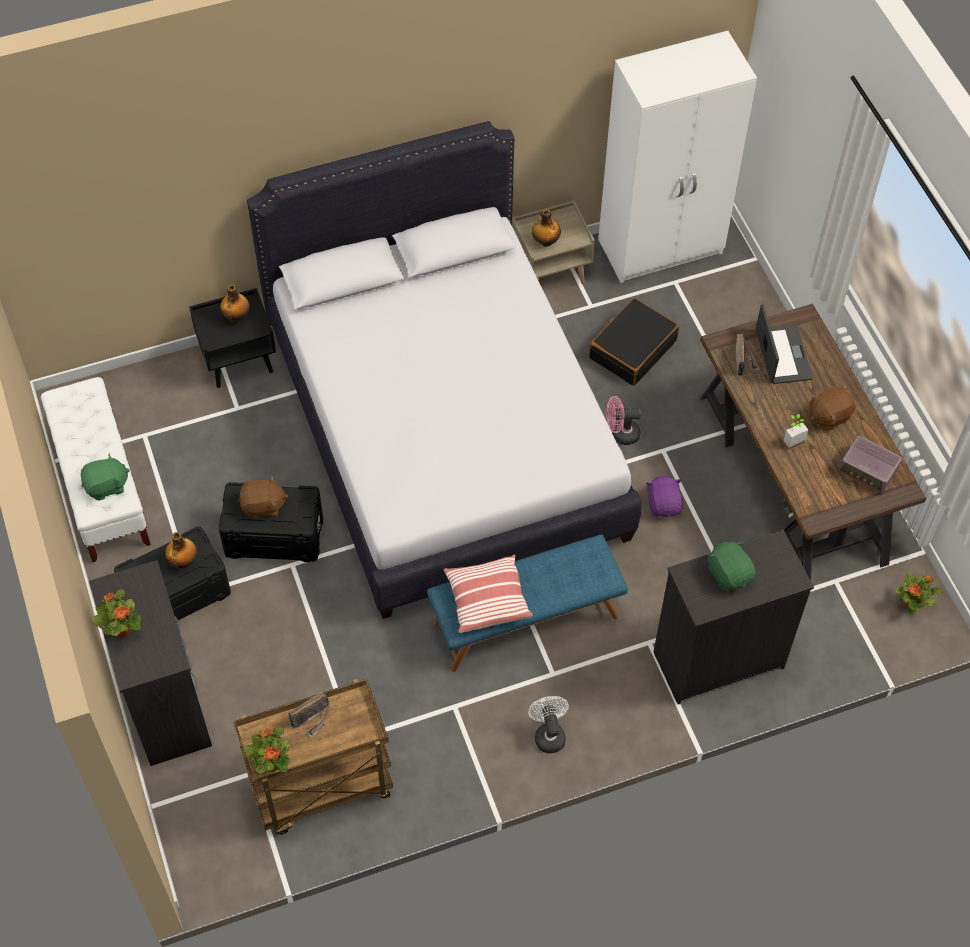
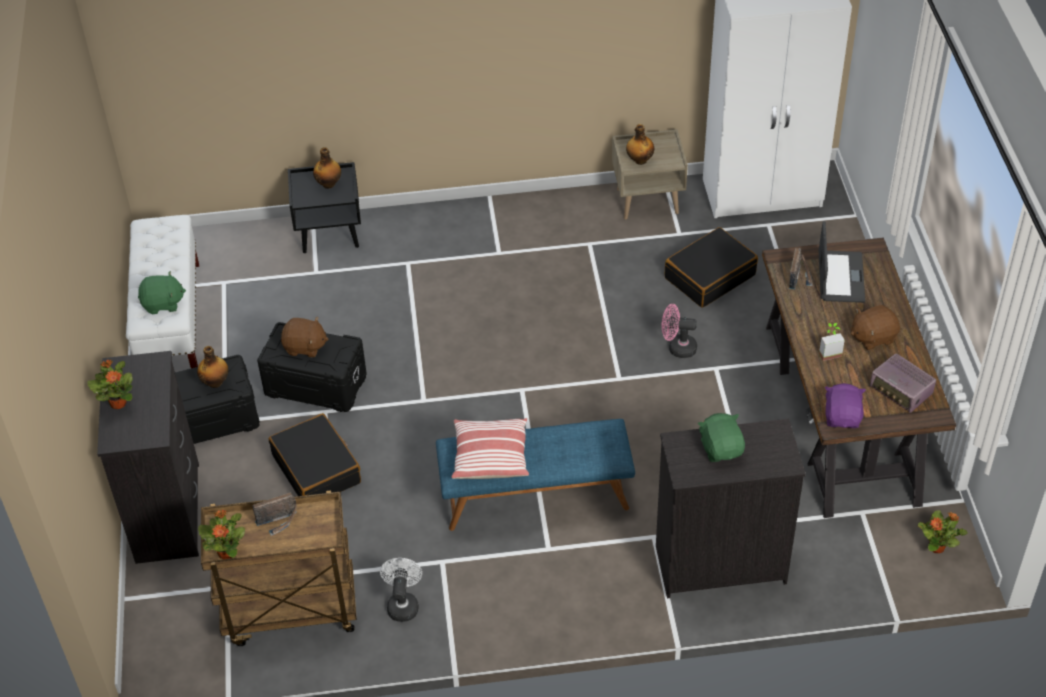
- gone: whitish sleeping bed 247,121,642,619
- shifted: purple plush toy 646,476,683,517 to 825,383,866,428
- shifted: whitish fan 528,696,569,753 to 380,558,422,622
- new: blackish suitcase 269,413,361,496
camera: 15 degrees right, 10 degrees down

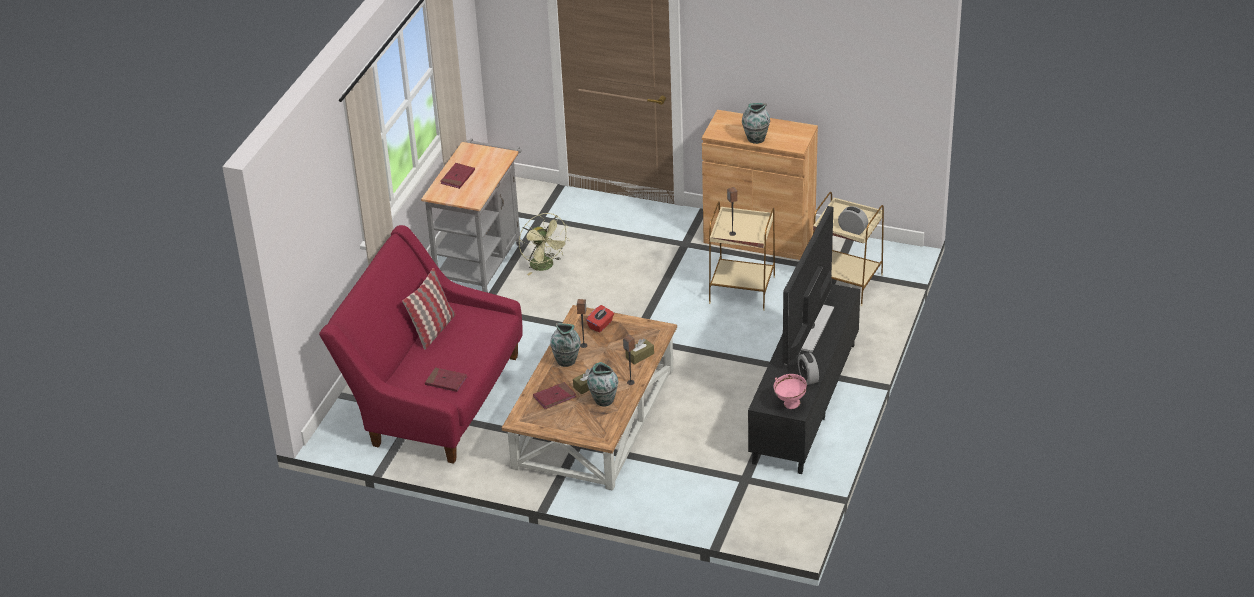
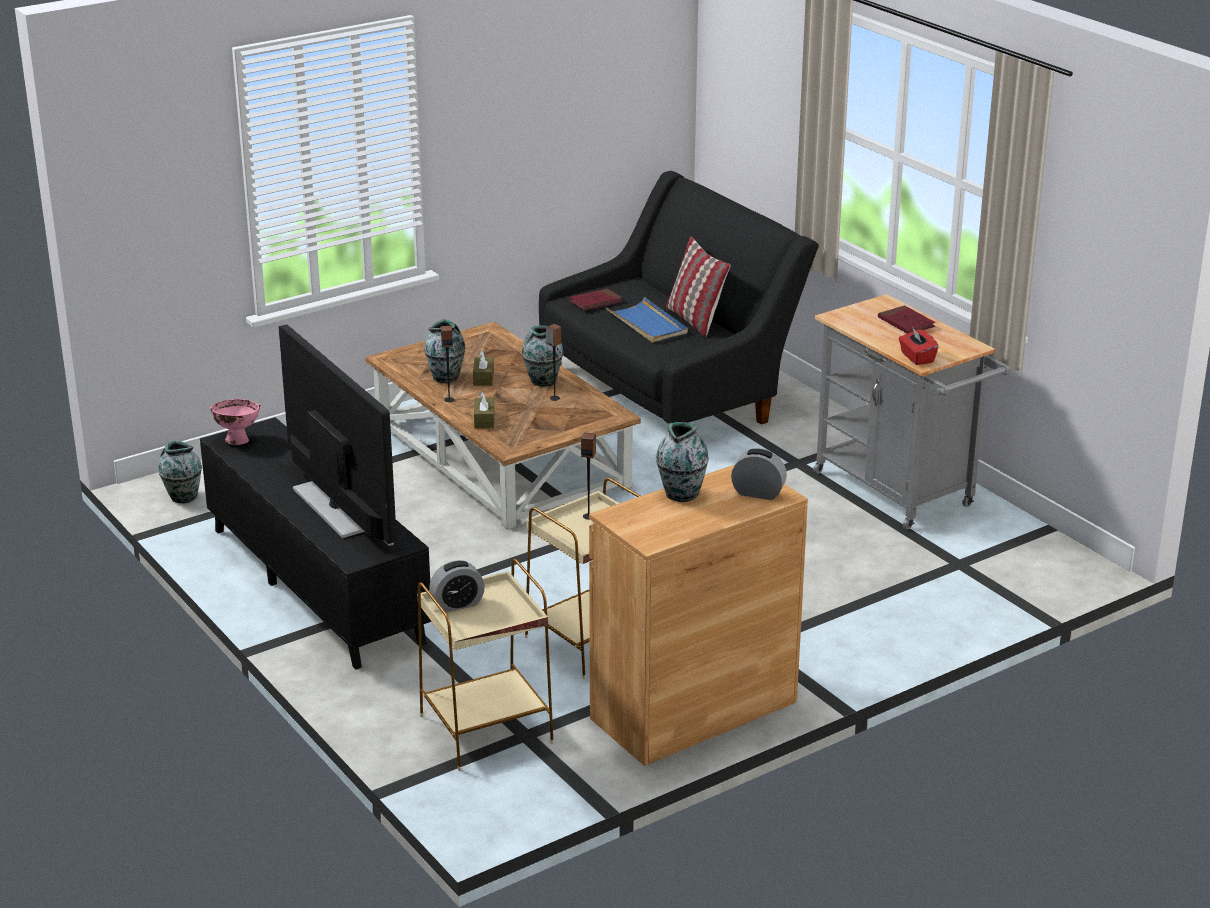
- gone: green-coloured fan 519,213,570,275
- repainted: reddish settee 319,225,523,464 to blackish settee 539,171,819,431
- shifted: reddish tissue box 586,305,614,332 to 899,327,939,365
- shifted: table clock 798,352,819,385 to 731,448,787,500
- gone: reddish volume 533,382,576,409
- new: bluish tray 605,297,688,343
- new: flower vase 158,440,202,503
camera: 125 degrees right, 10 degrees down

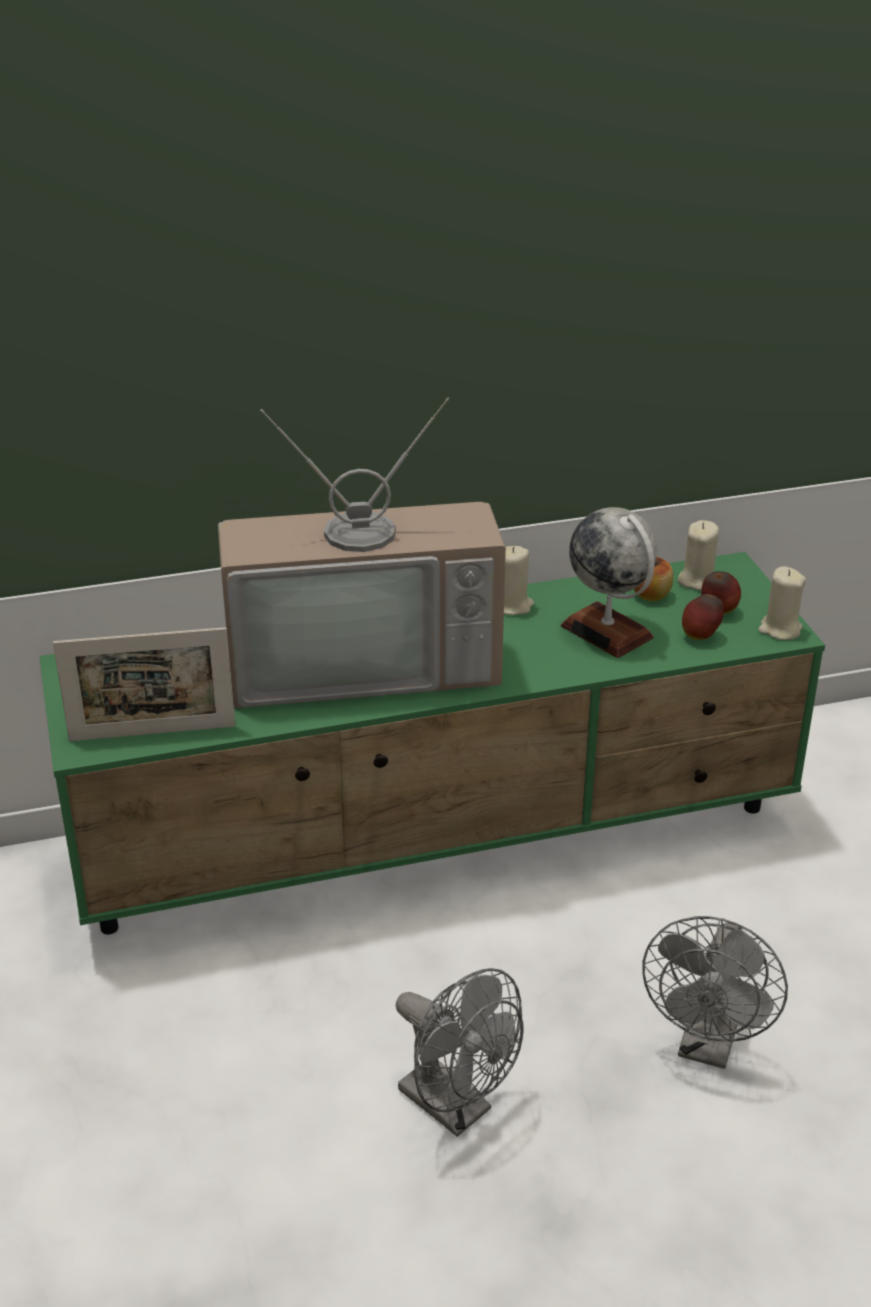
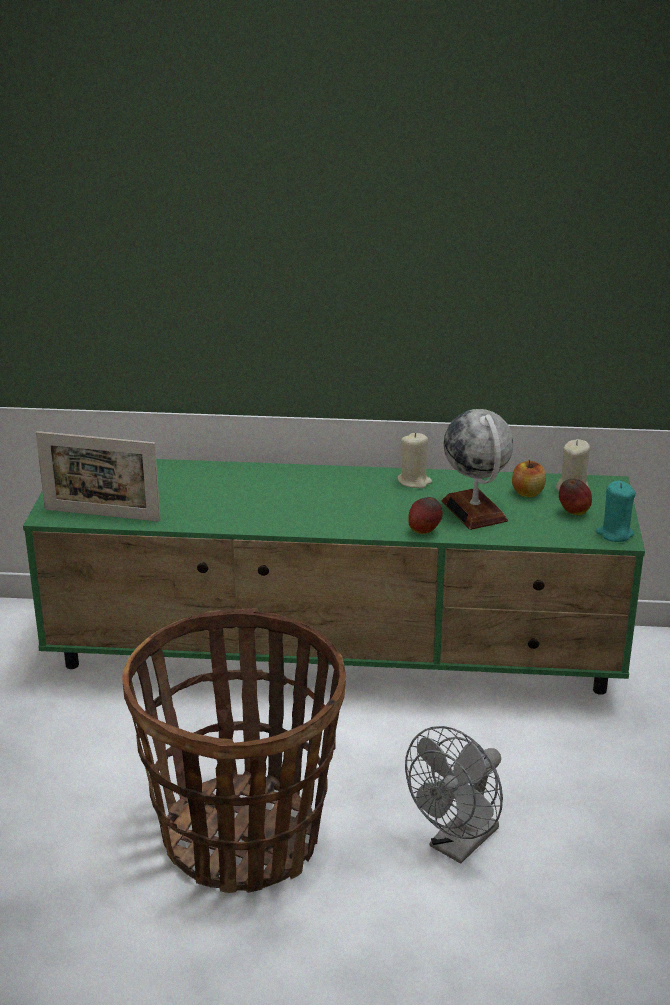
- gone: television 218,397,506,708
- repainted: sand-coloured wax light 758,566,806,640 to blue-green wax light 596,480,636,542
- shifted: apple 682,594,724,640 to 408,497,443,534
- swapped: greyish fan 396,968,524,1137 to household basket 122,609,346,893
camera: 20 degrees right, 5 degrees down

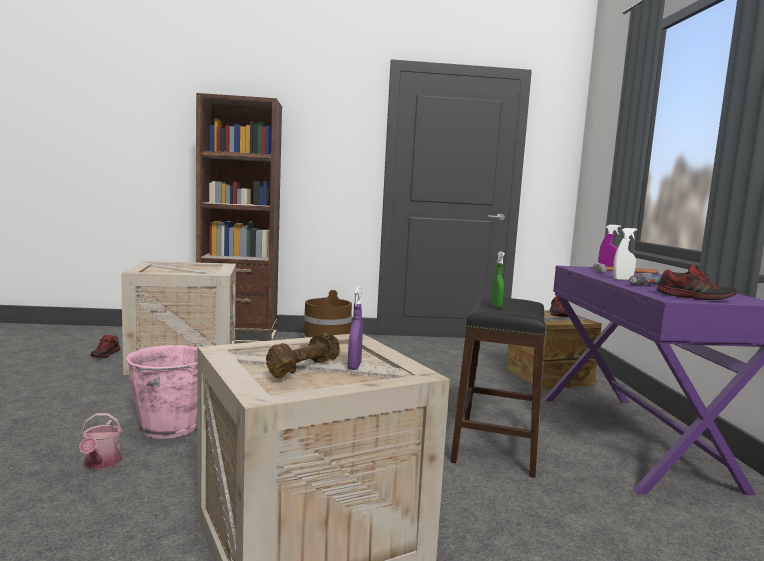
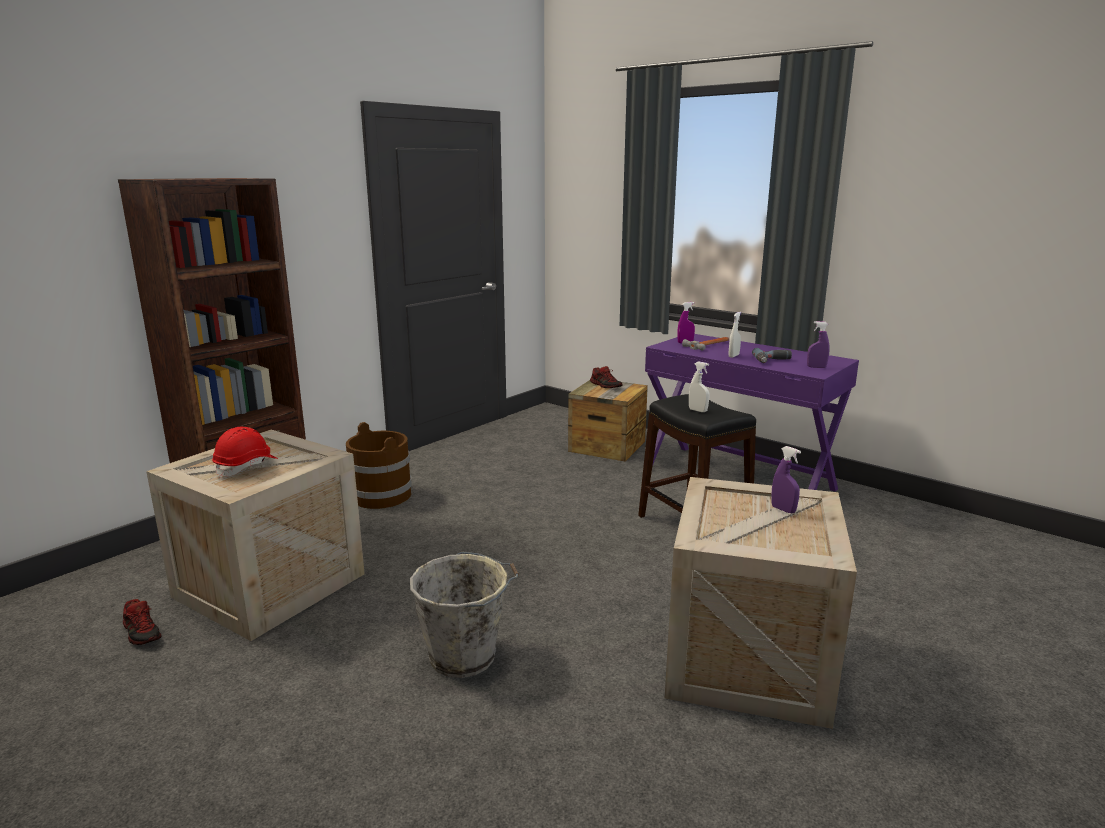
- repainted: green-coloured hand sprayer 491,251,505,308 to whitish hand sprayer 689,361,709,412
- swapped: low shoe 656,265,738,300 to purple hand sprayer 807,321,829,368
- gone: brown-coloured dumbbell 266,333,340,379
- repainted: pink water bucket 125,345,198,439 to greyish water bucket 410,552,519,678
- gone: watering can 79,413,122,469
- new: reddish hard hat 212,427,278,478
camera: 45 degrees left, 10 degrees up

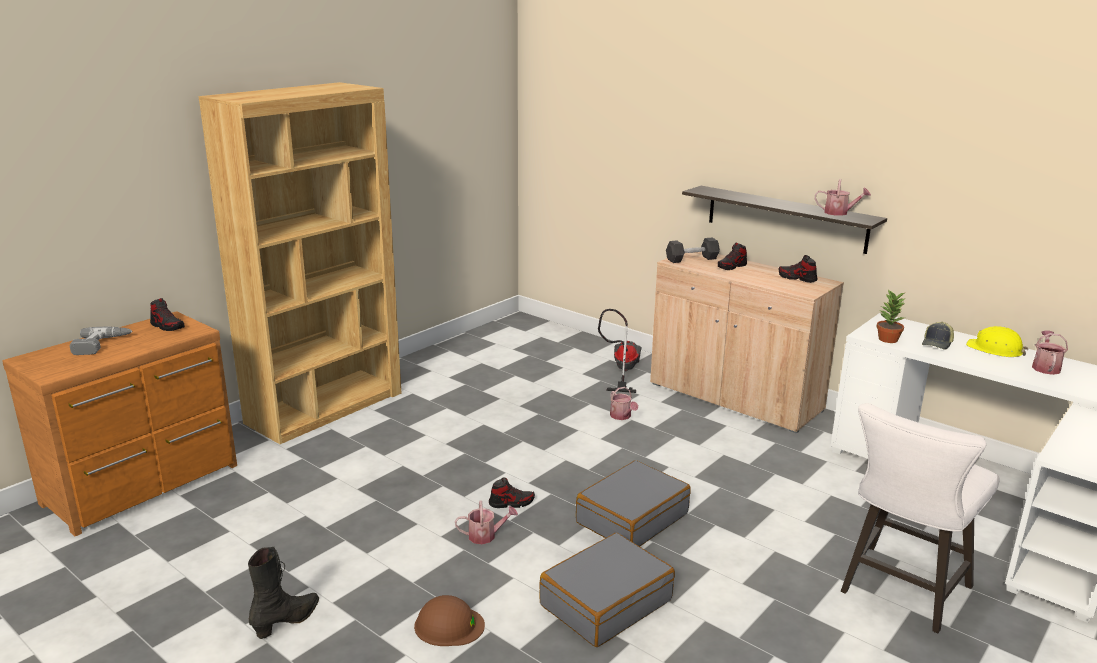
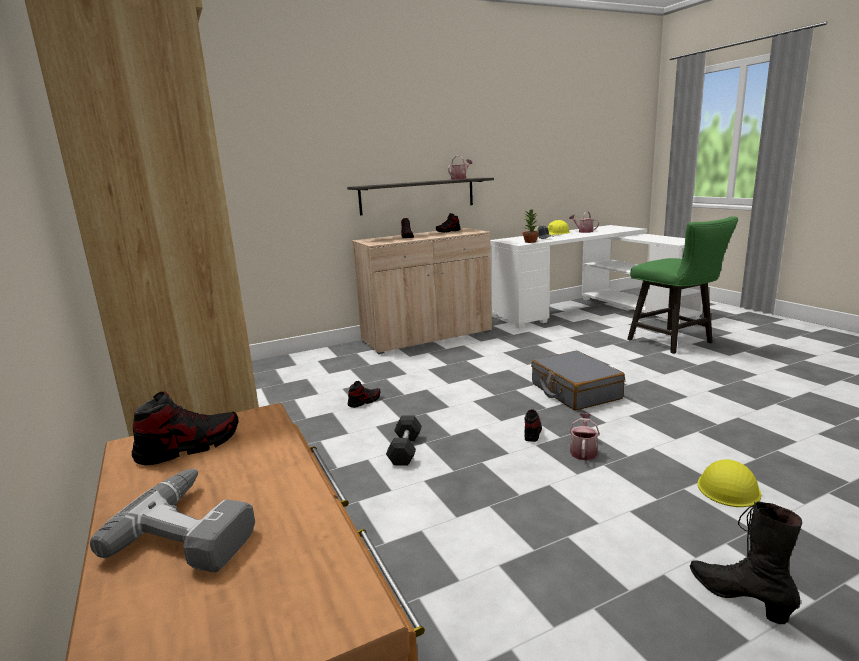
- shifted: blackish dumbbell 666,238,720,263 to 386,416,422,465
- gone: vacuum 598,309,642,393
- gone: watering can 610,387,638,420
- repainted: whitish stool 841,403,999,633 to green-coloured stool 627,216,738,354
- gone: greyish suitcase 539,533,675,647
- repainted: brown-coloured hard hat 414,595,485,646 to yellow hard hat 697,459,761,507
- new: low shoe 348,381,381,408
camera: 65 degrees left, 5 degrees down

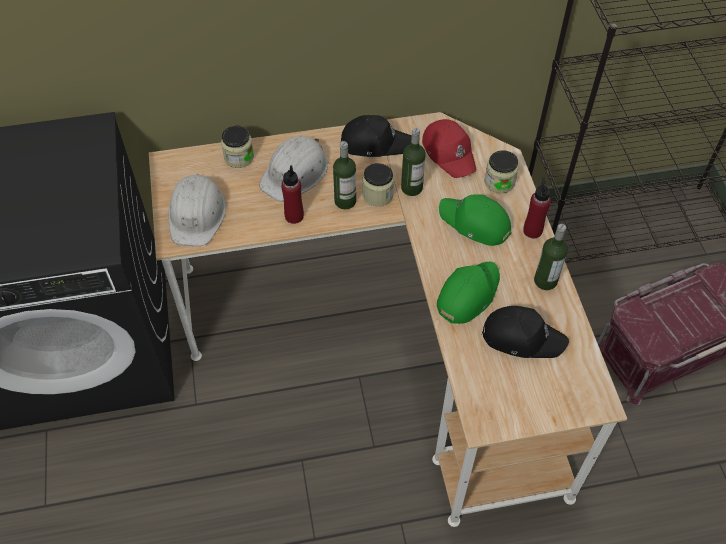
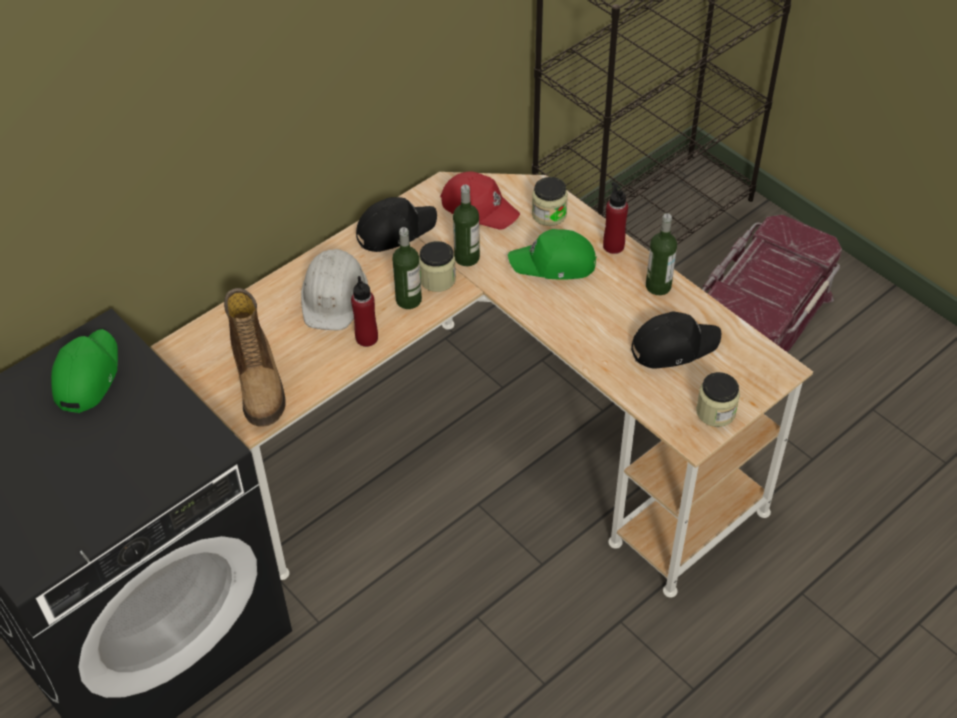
- shifted: storage jar 221,126,254,168 to 696,372,740,427
- swapped: whitish hard hat 169,174,226,246 to tall boot 224,288,286,427
- shifted: green-coloured peaked cap 437,262,500,324 to 51,329,118,413
camera: 30 degrees left, 5 degrees down

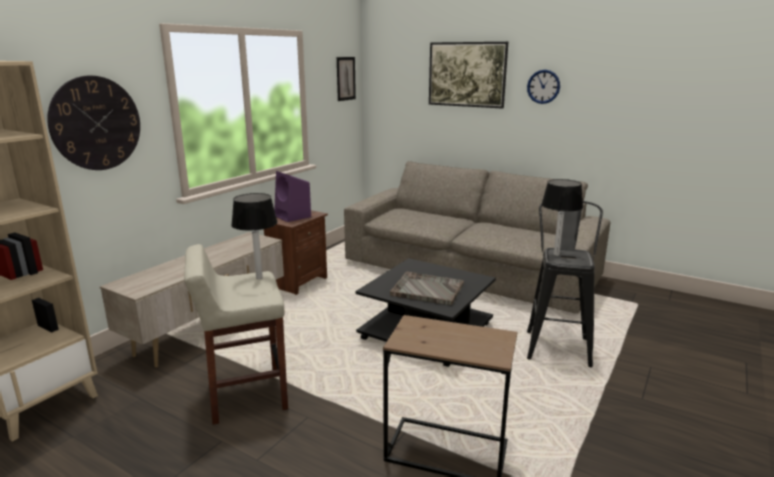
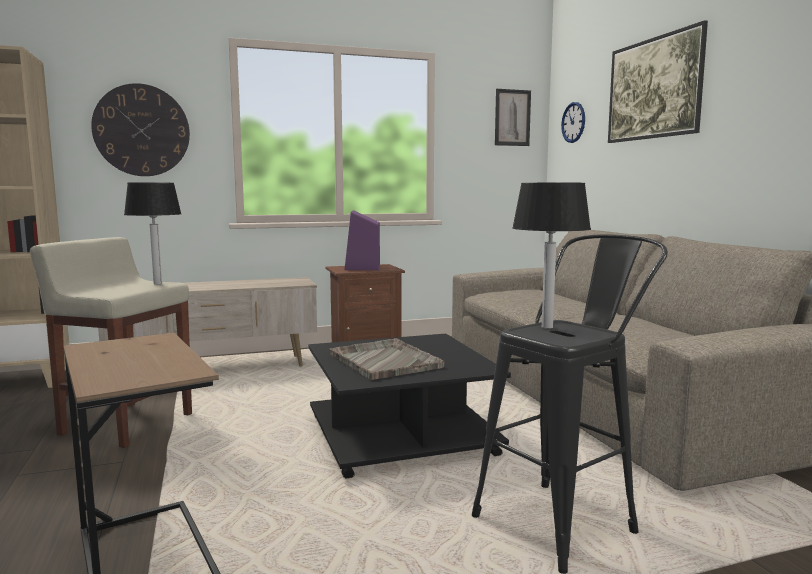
- shifted: clock on the wall 527,70,560,104 to 561,102,585,143
camera: 40 degrees right, 10 degrees down

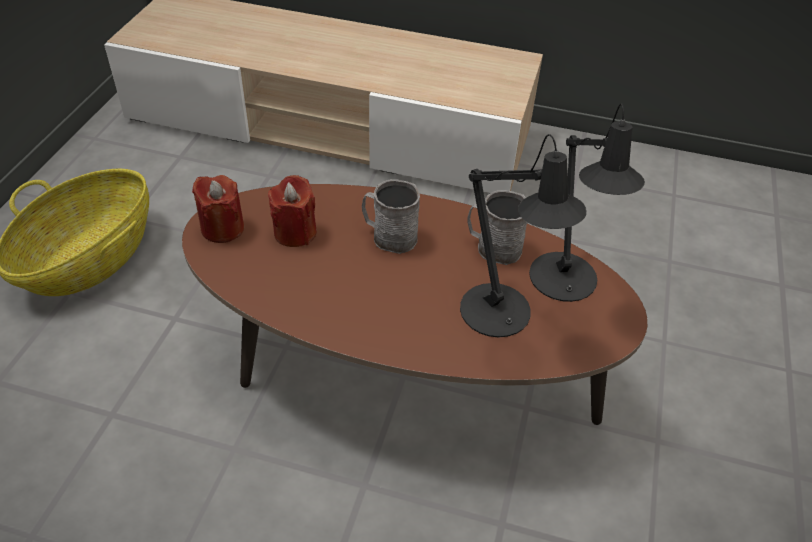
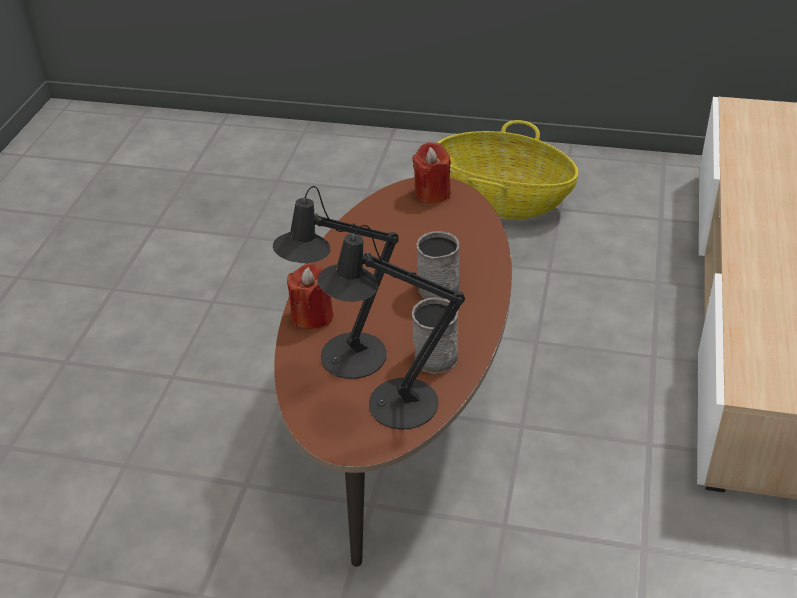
- shifted: reddish wax light 268,175,317,247 to 287,263,333,330
camera: 90 degrees right, 5 degrees down

